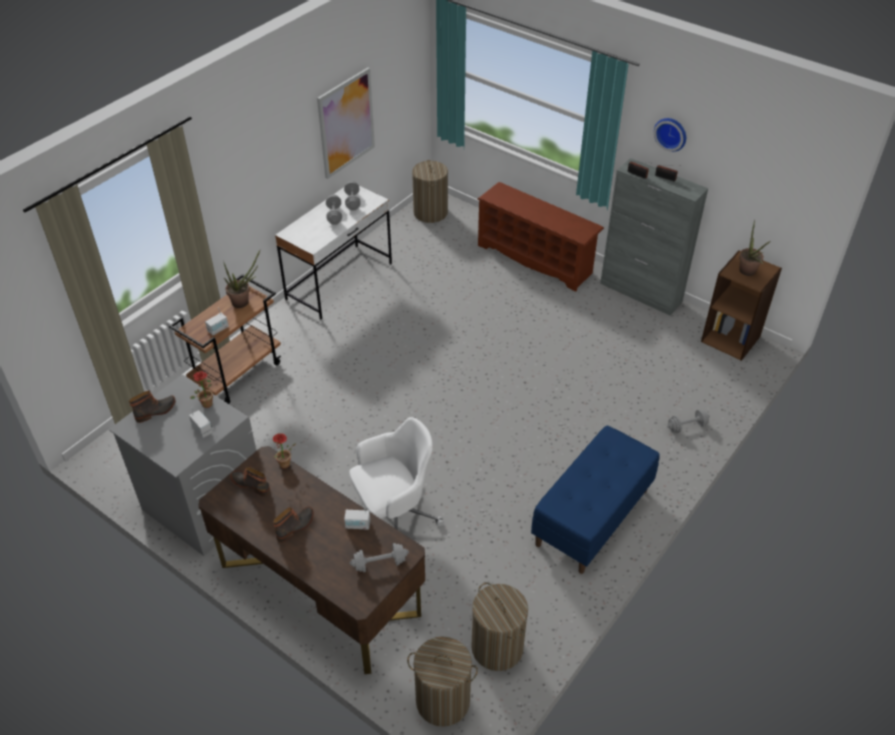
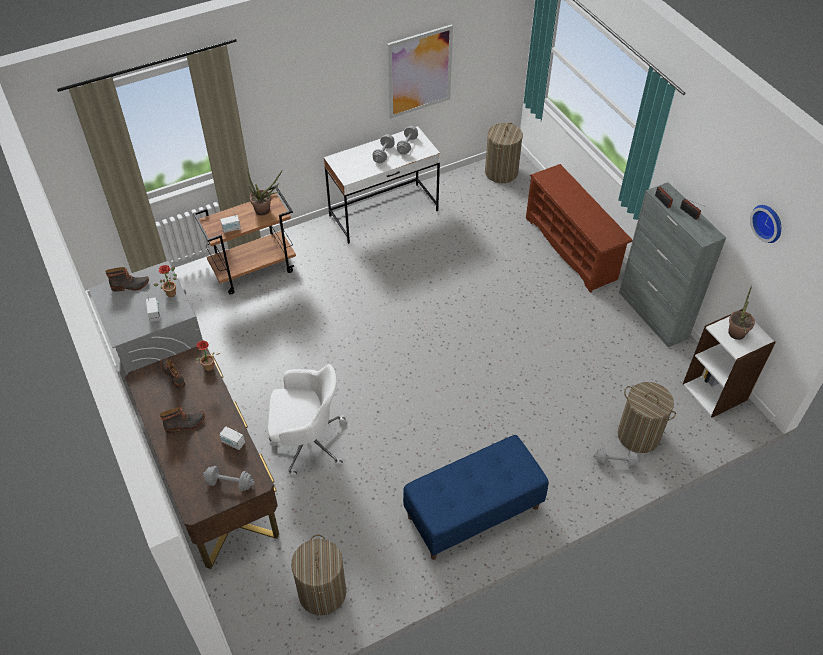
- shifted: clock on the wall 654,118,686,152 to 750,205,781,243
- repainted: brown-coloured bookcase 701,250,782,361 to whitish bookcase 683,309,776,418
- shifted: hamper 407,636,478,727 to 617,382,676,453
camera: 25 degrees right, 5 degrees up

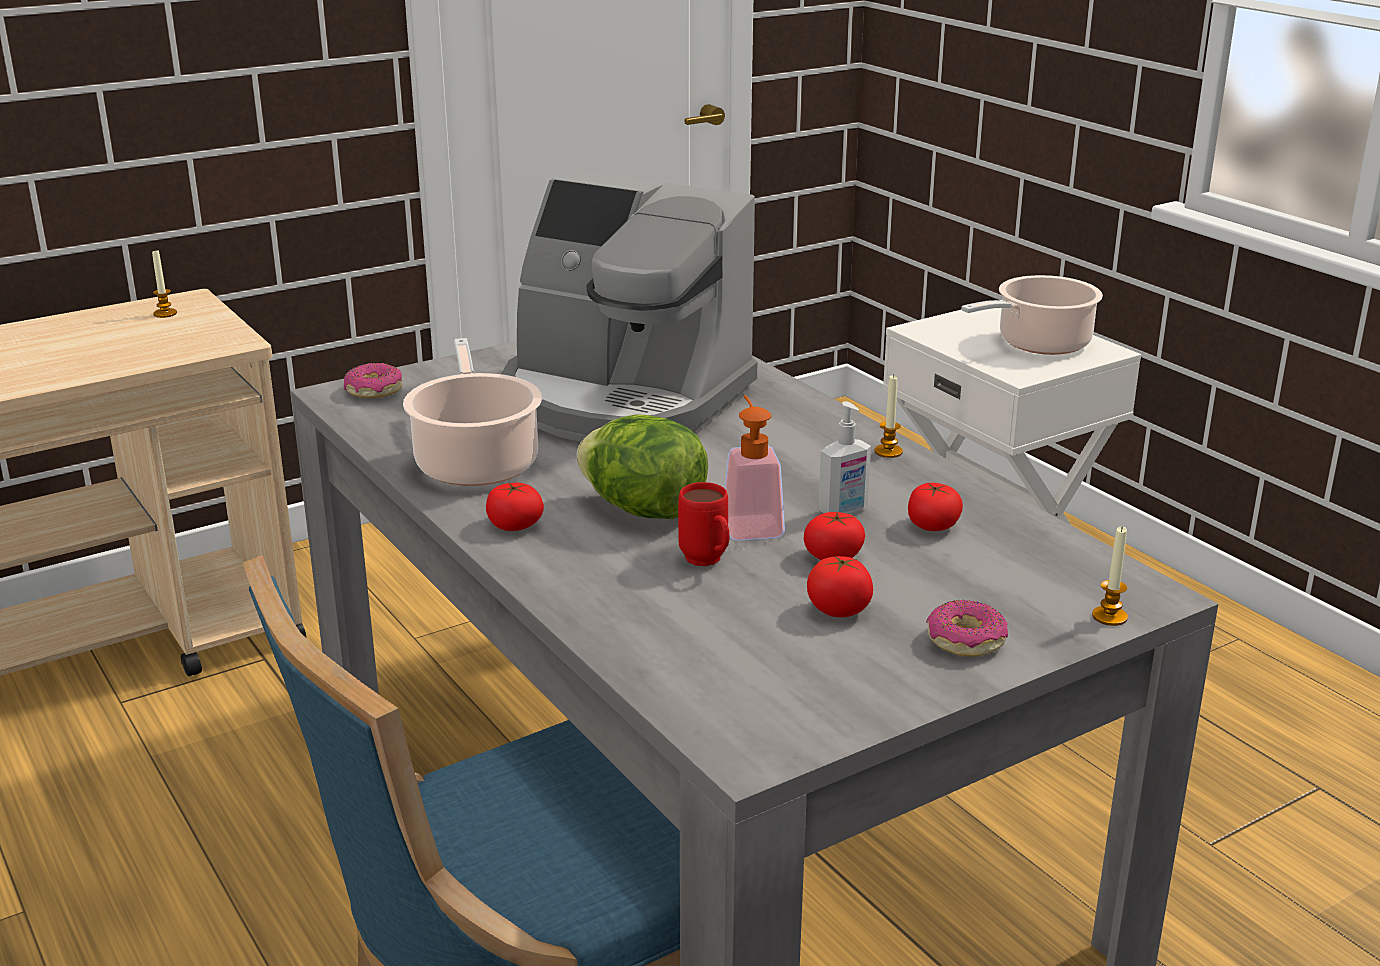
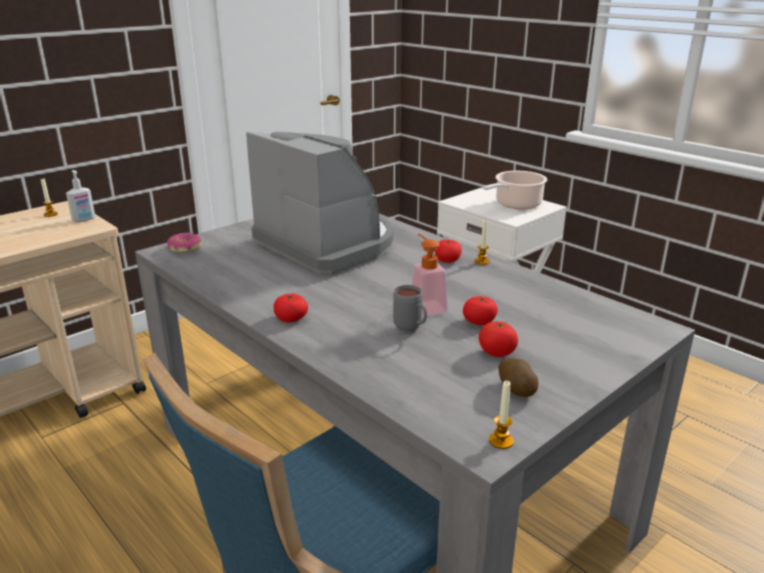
- rotated: coffee brewer 502,171,757,442 = 246,132,394,275 150 degrees counterclockwise
- gone: saucepot 403,338,542,486
- shifted: soap dispenser 818,401,871,514 to 66,170,96,222
- gone: head of lettuce 576,414,708,519
- repainted: reddish tea mug 678,482,730,566 to greyish tea mug 393,285,427,334
- shifted: whole tomato 908,483,963,531 to 435,239,462,263
- shifted: wax light 1092,526,1128,626 to 489,380,514,449
- gone: doughnut 926,600,1008,657
- new: spud 498,358,538,397
camera: 10 degrees left, 0 degrees up

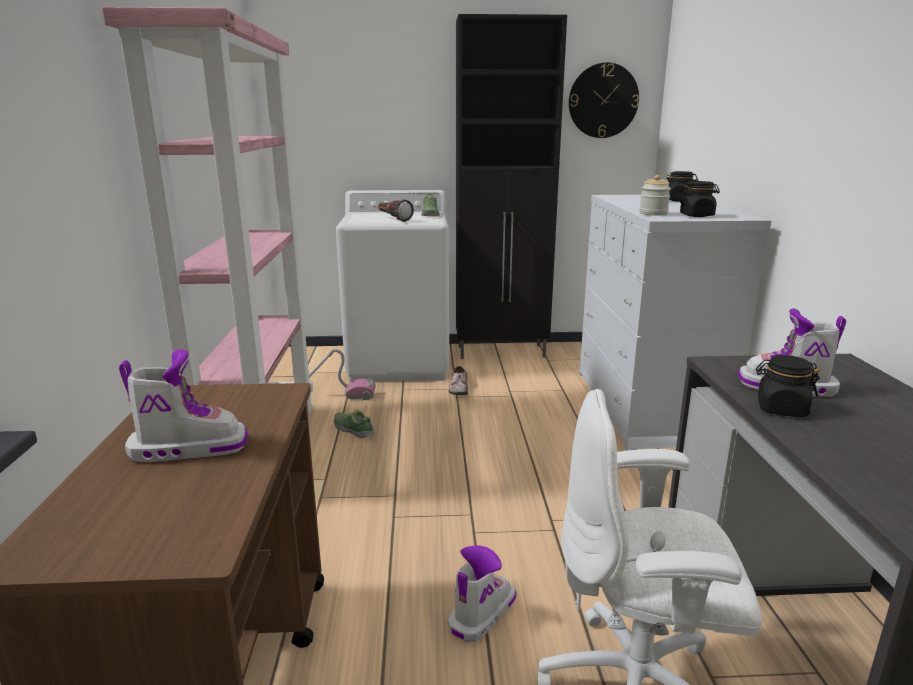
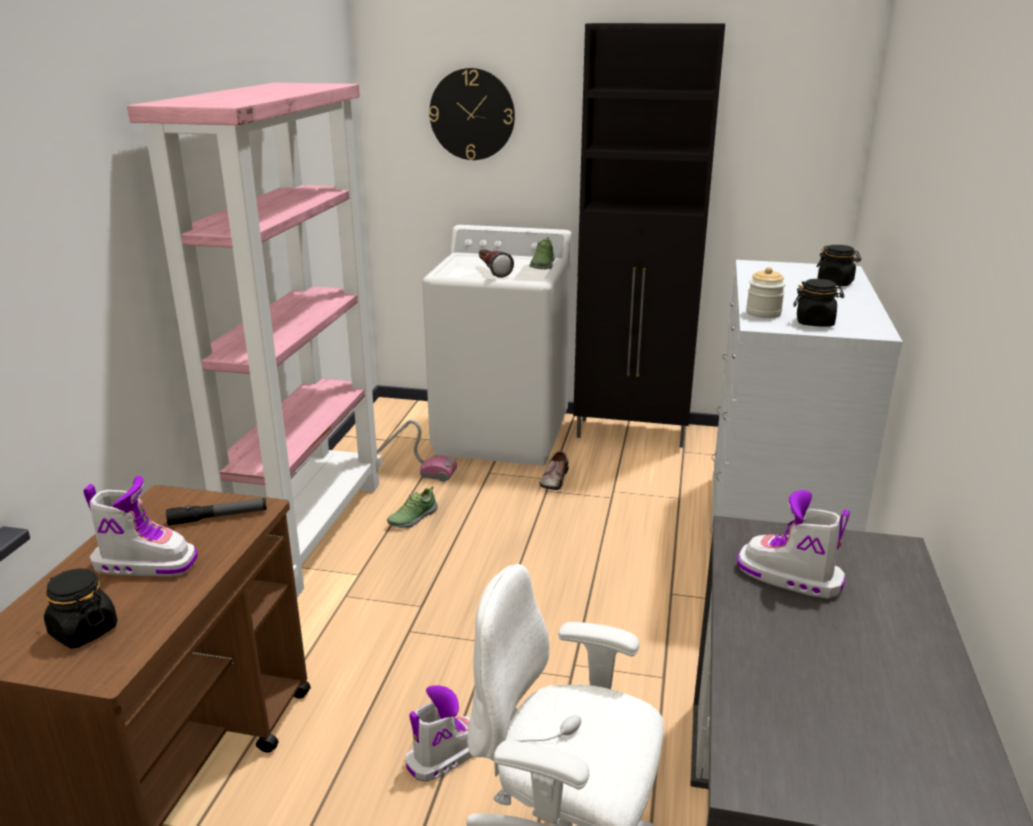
- shifted: clock on the wall 569,62,639,138 to 429,68,515,160
- shifted: blackish storage jar 756,355,820,417 to 44,568,117,649
- rotated: low shoe 334,410,375,438 = 387,487,438,528 105 degrees counterclockwise
- new: torch 166,498,267,526
camera: 15 degrees right, 5 degrees up

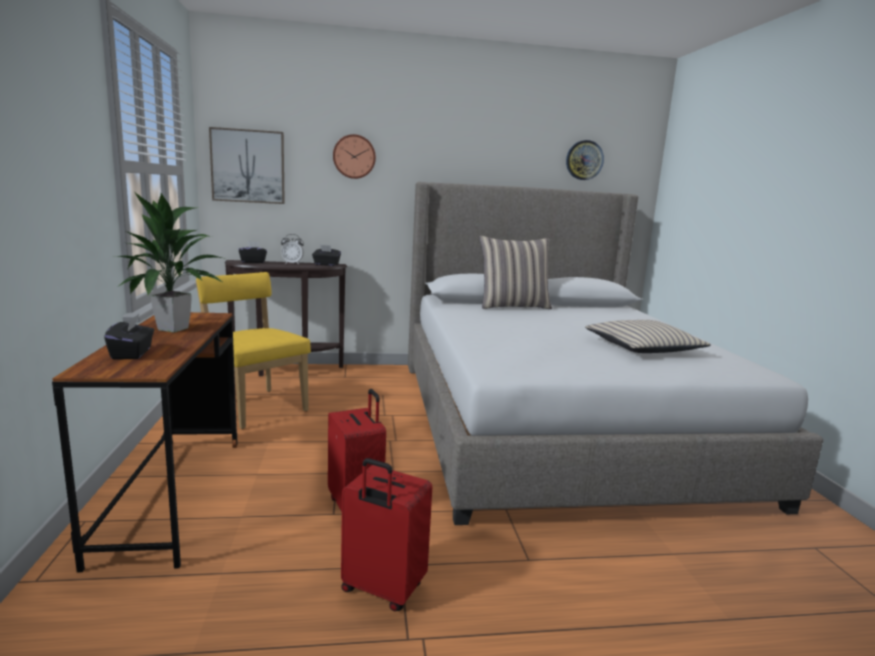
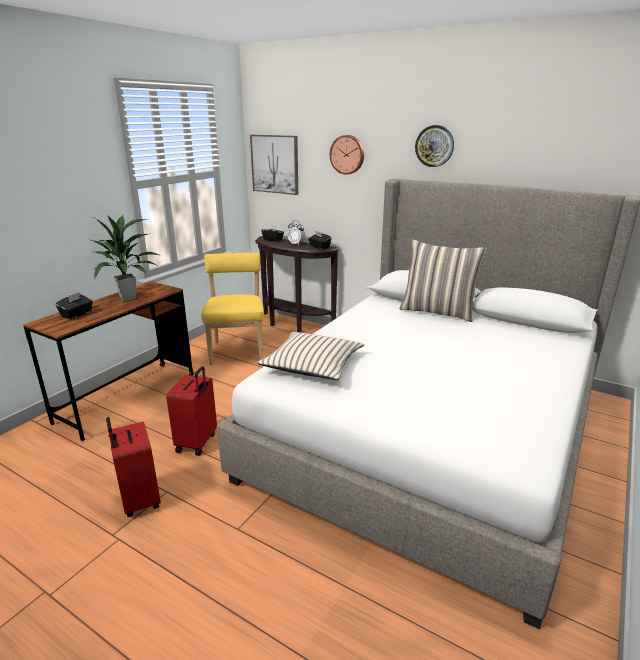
- shifted: clock on the wall 566,140,604,180 to 415,125,454,167
- shifted: sand-coloured pillow 585,320,711,353 to 257,332,364,380
camera: 40 degrees right, 10 degrees up

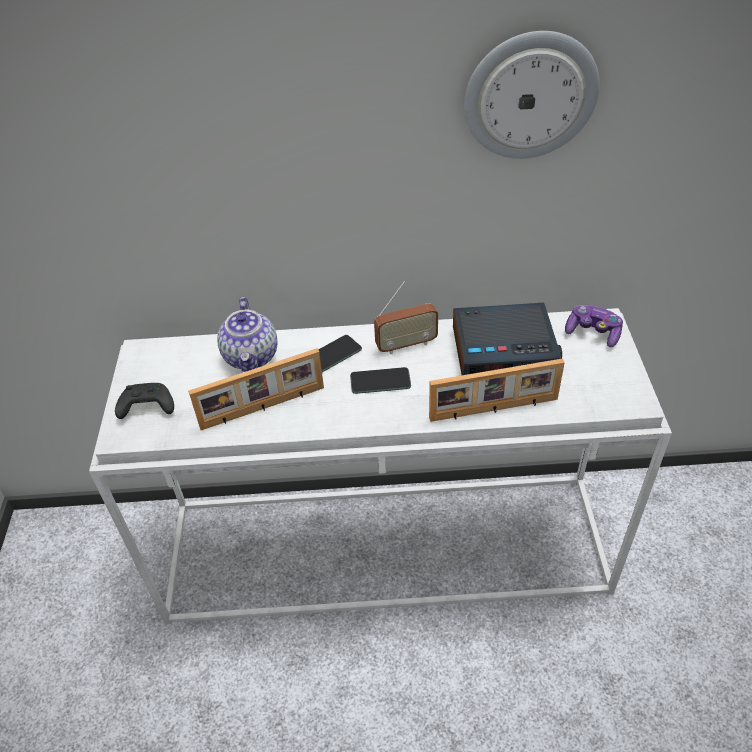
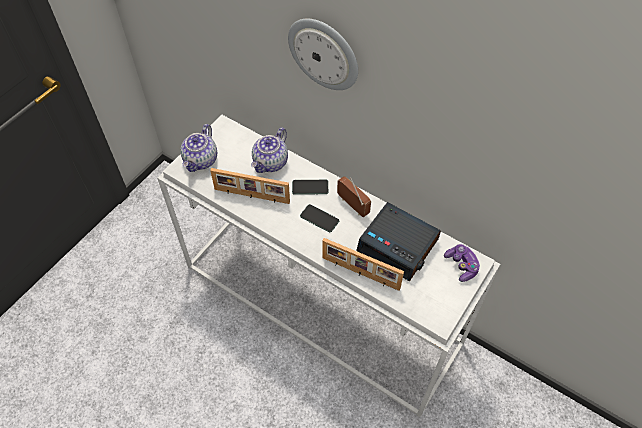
- shifted: clock on the wall 464,31,600,159 to 288,18,358,90
- rotated: radio receiver 374,281,438,354 = 337,176,371,217 150 degrees counterclockwise
- swapped: blackish game controller 115,383,174,419 to tea pot 180,124,217,172
camera: 35 degrees right, 10 degrees up

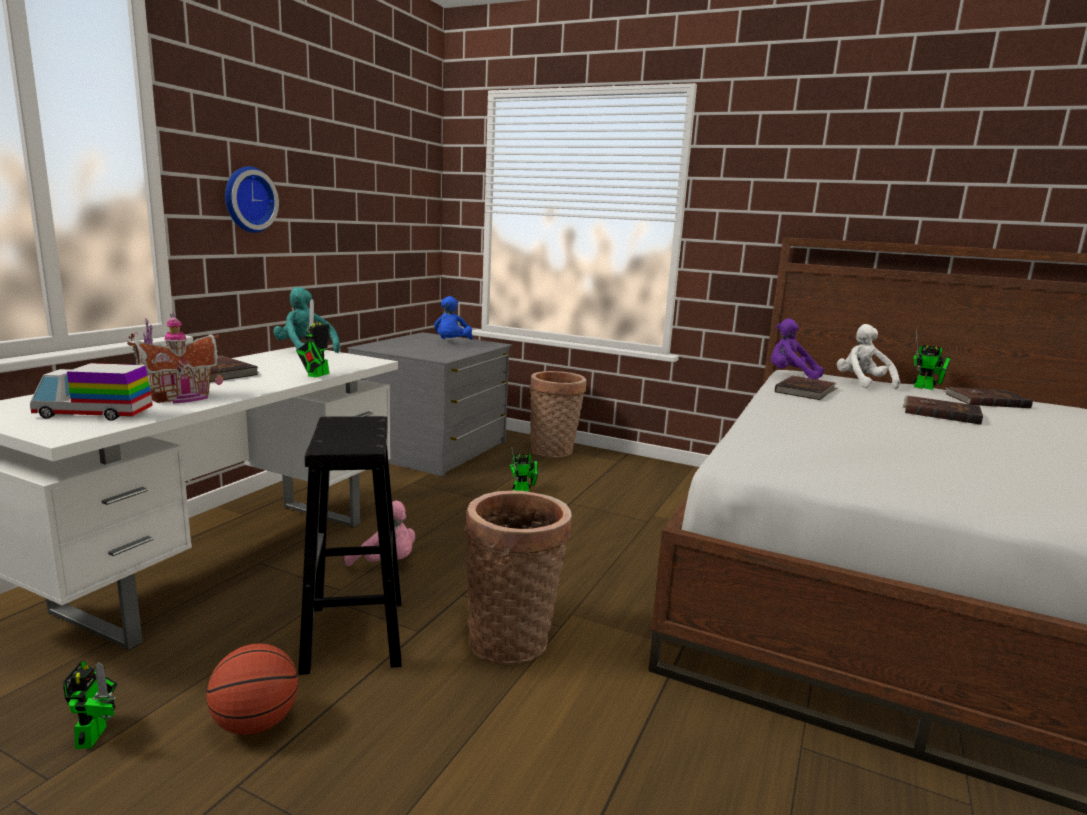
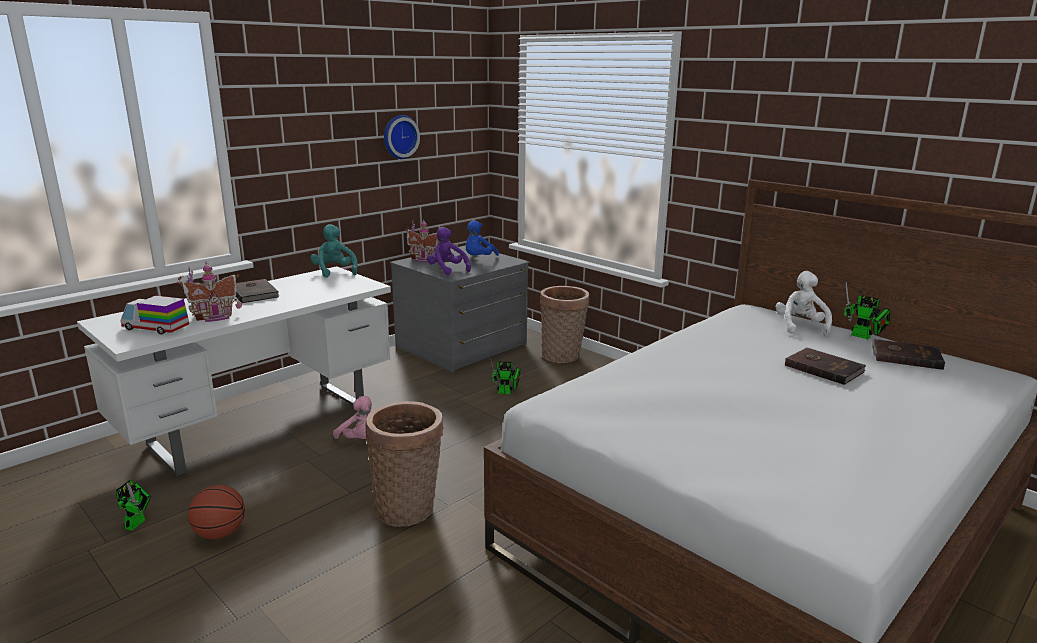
- shifted: clock on the wall 225,166,279,233 to 384,115,420,159
- gone: robot figure 296,299,330,378
- shifted: purple plush toy 771,318,824,380 to 427,227,471,275
- gone: brown-coloured volume 775,376,838,400
- gone: blackish stool 298,416,402,675
- new: toy house 405,219,440,262
camera: 20 degrees right, 5 degrees up

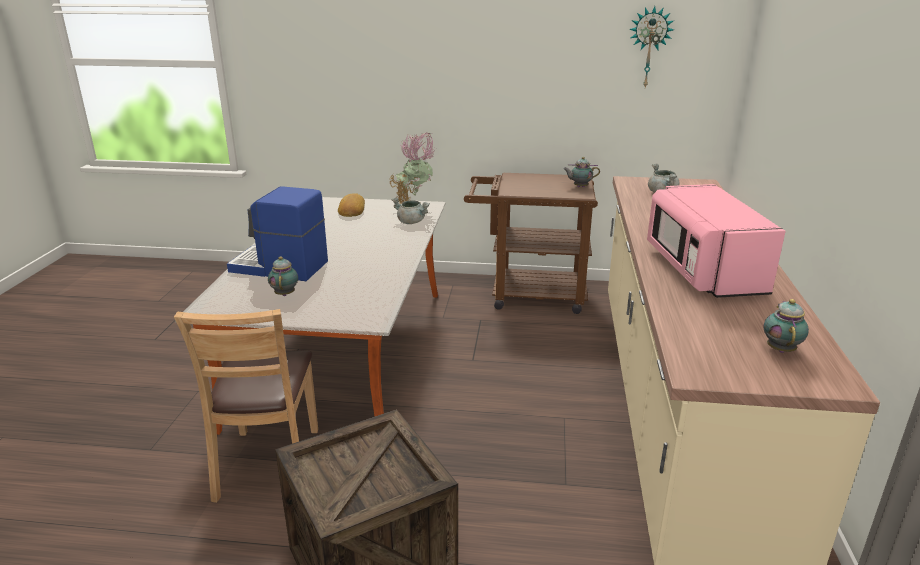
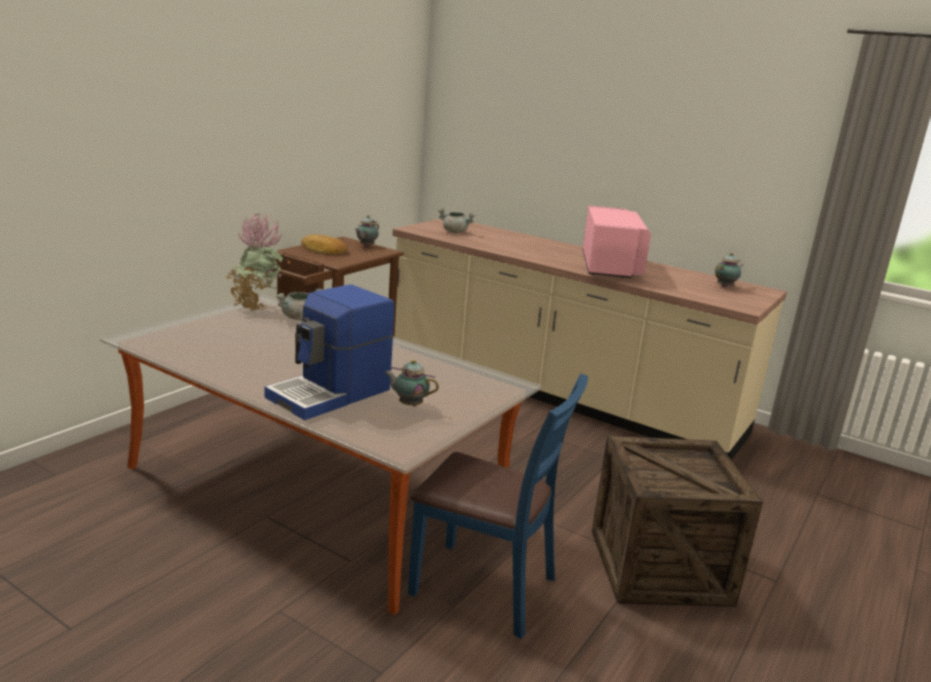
- gone: clock on the wall 629,6,674,87
- rotated: pink microwave 647,184,786,298 = 582,205,651,278 105 degrees counterclockwise
- shifted: baked bread 338,193,365,217 to 301,234,348,254
- rotated: tea pot 764,299,809,353 = 715,253,743,287 105 degrees clockwise
- repainted: brown-coloured upright chair 174,309,318,503 to bluish upright chair 408,373,588,639
camera: 65 degrees left, 5 degrees down

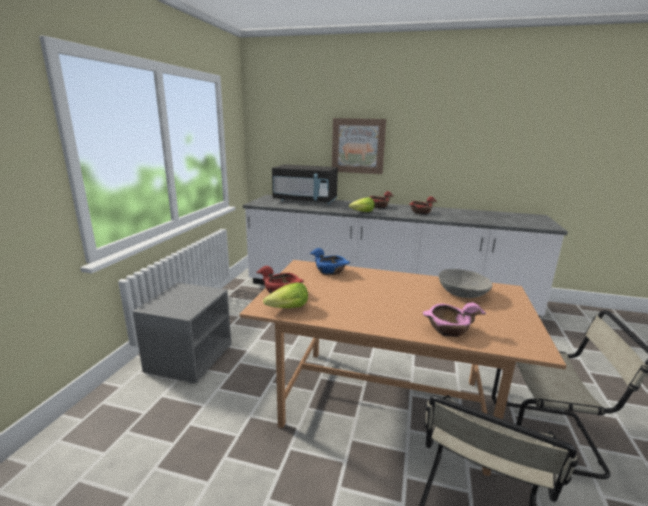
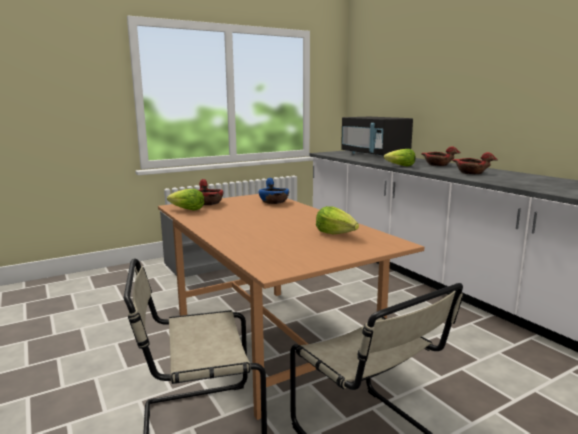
- gone: picture 332,118,386,174
- swapped: greyish bowl 438,269,493,298 to head of lettuce 316,206,359,234
- gone: pink bowl 423,302,486,337
camera: 45 degrees right, 5 degrees down

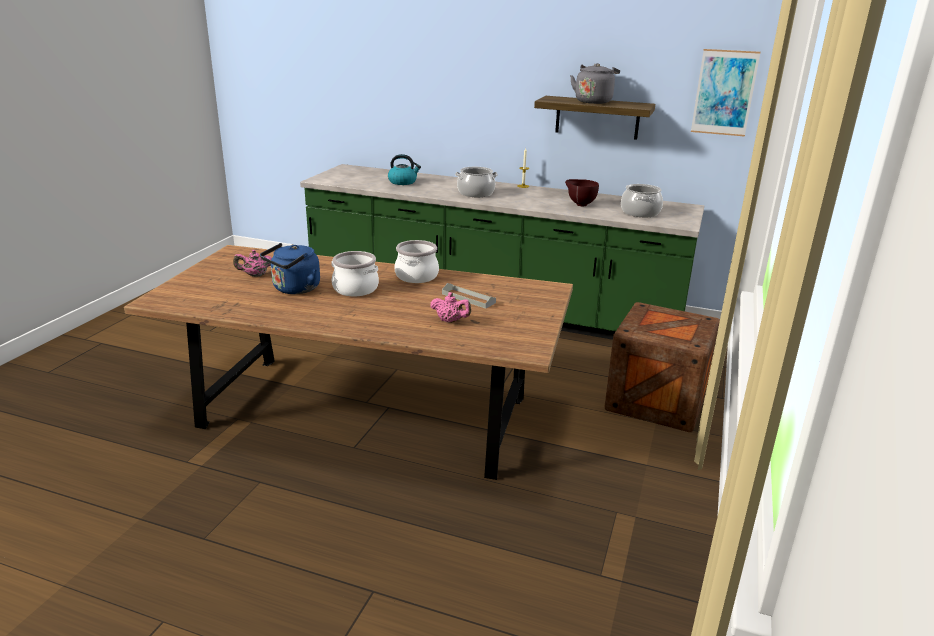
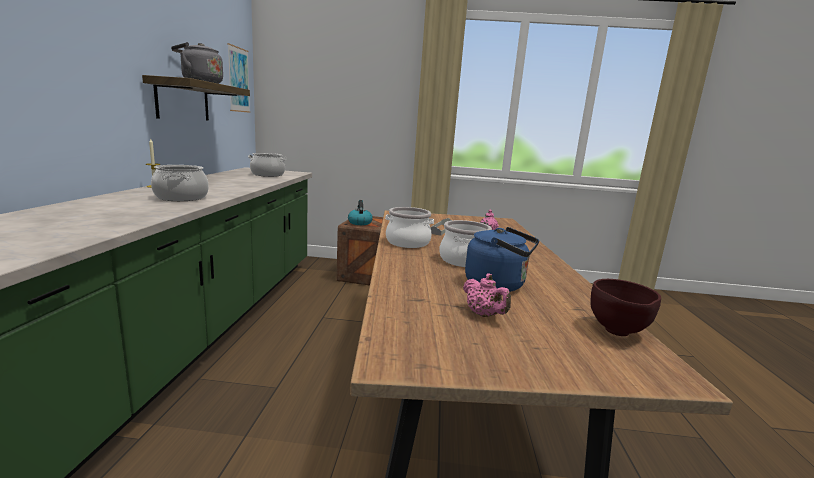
- shifted: kettle 388,154,421,185 to 348,200,373,225
- shifted: brown-coloured bowl 565,179,599,206 to 590,279,661,336
camera: 105 degrees left, 10 degrees down

